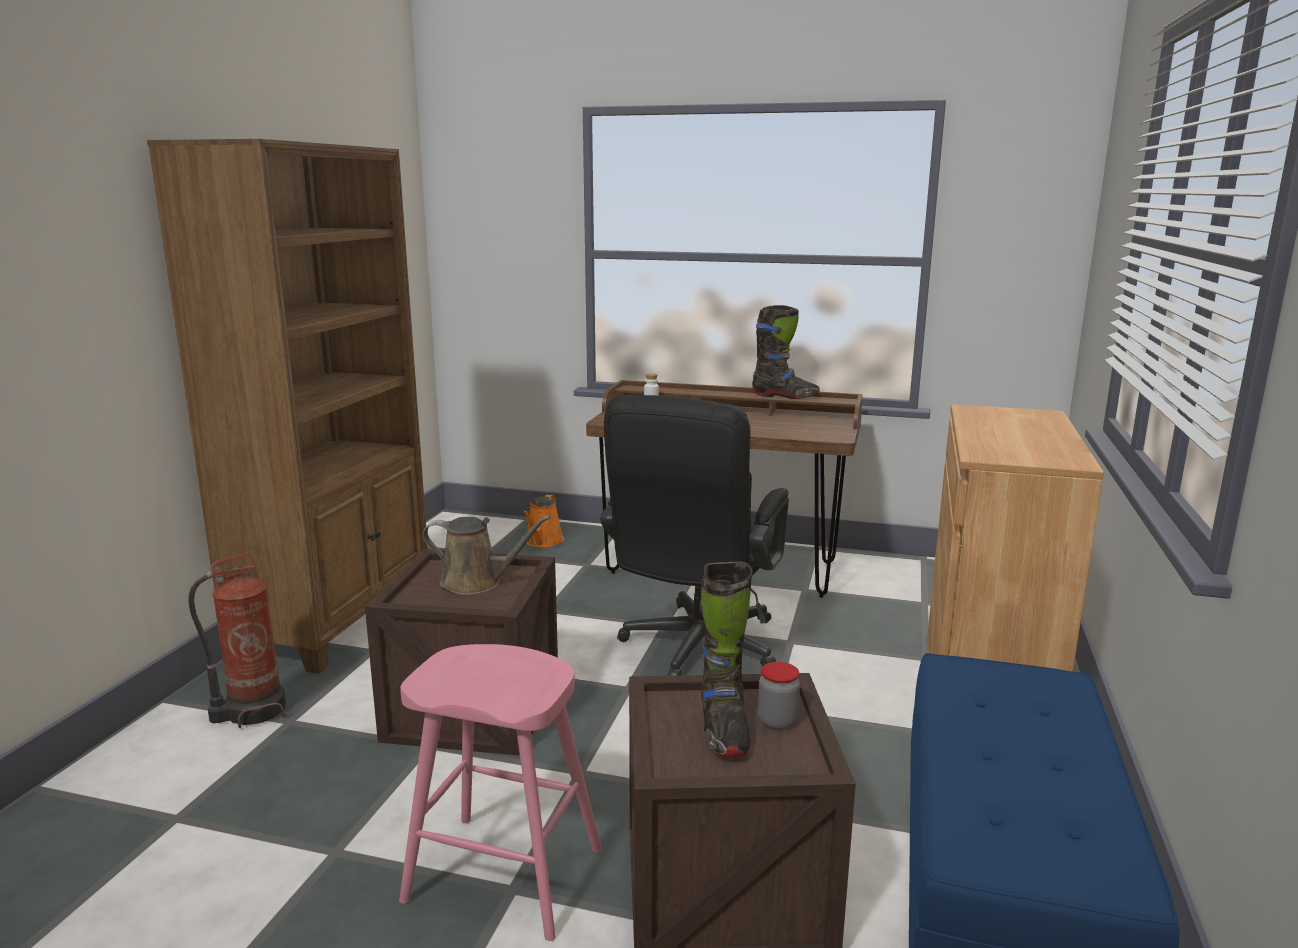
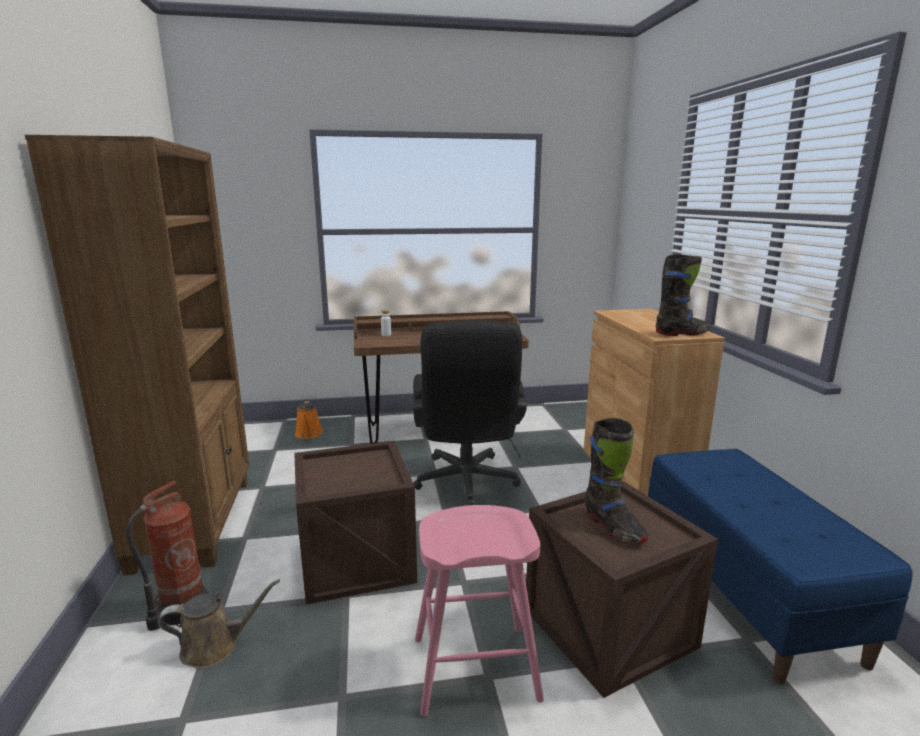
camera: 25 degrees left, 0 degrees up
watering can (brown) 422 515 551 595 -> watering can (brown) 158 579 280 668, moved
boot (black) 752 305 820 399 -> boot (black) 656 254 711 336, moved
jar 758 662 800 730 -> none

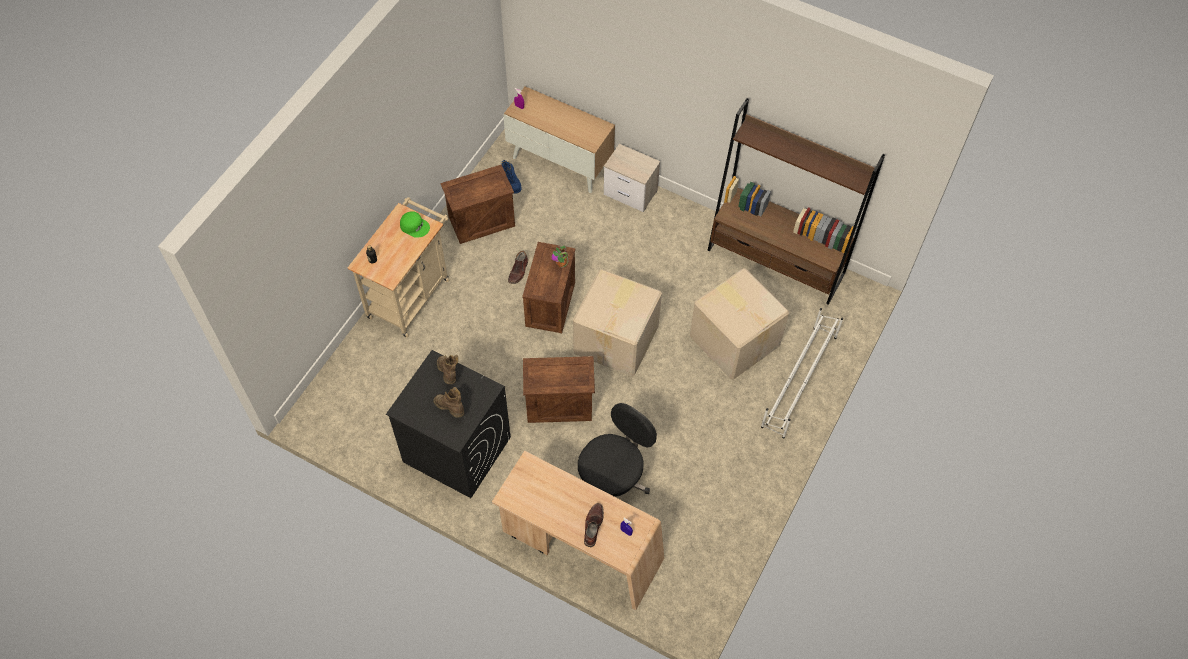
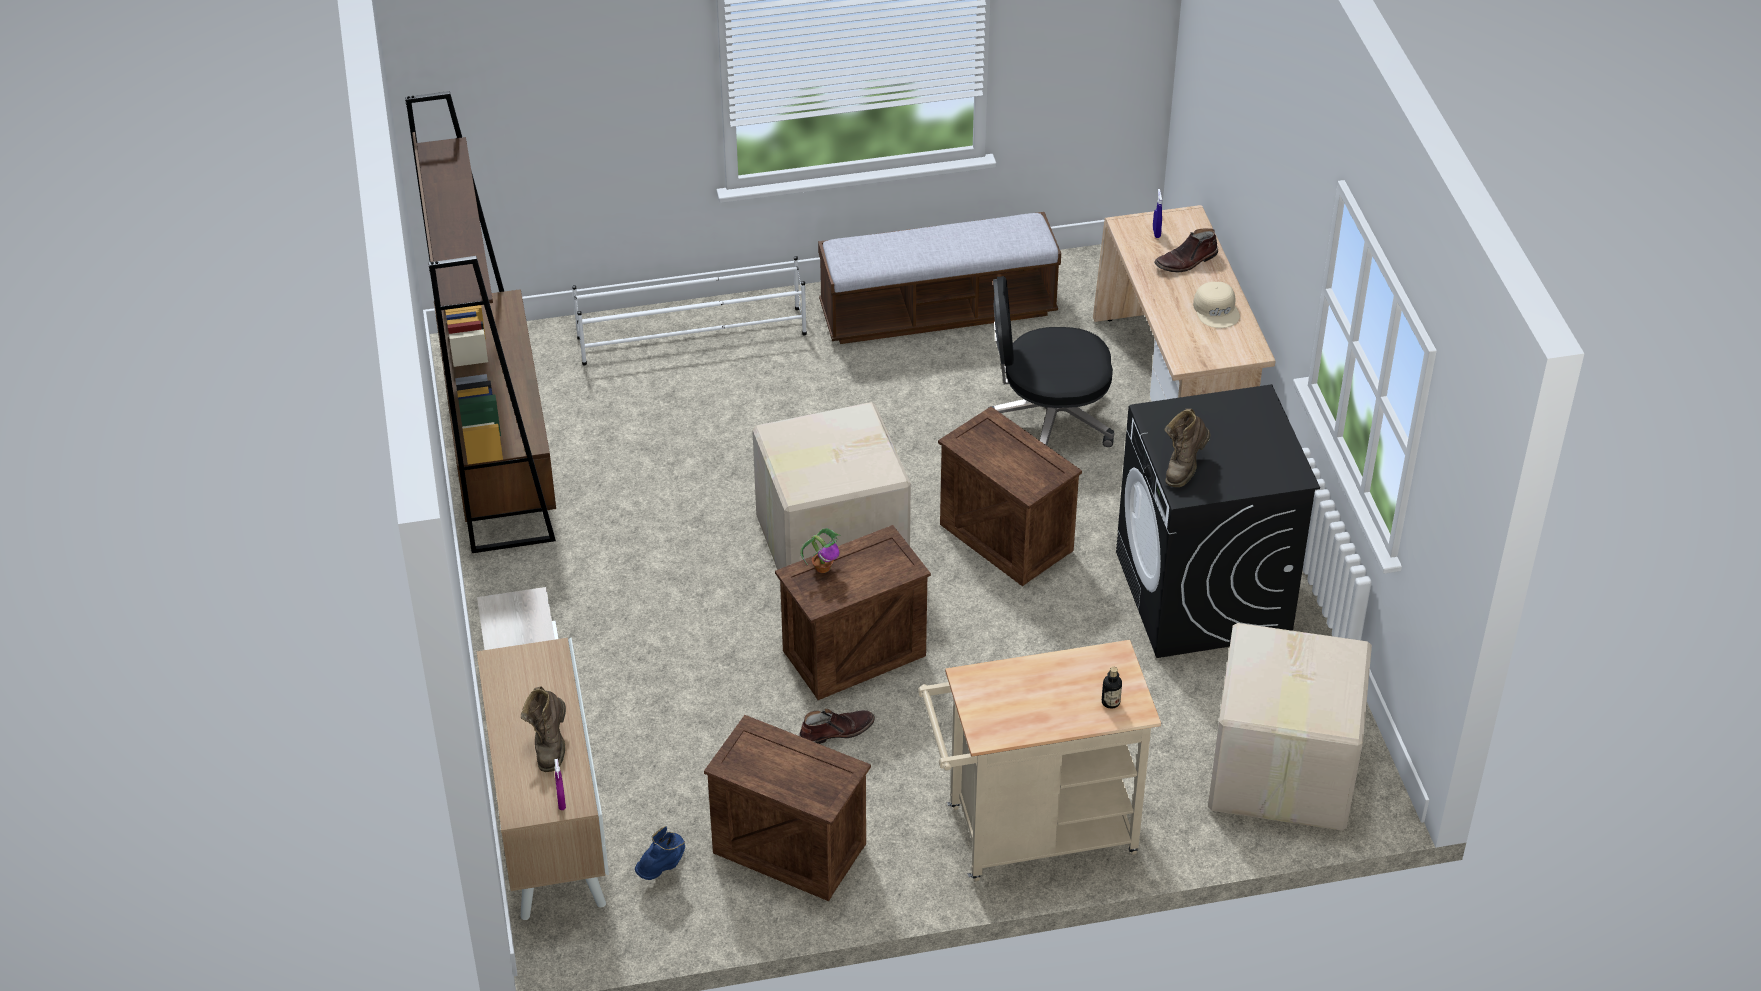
camera: 130 degrees left, 15 degrees down
cap (green) 400 211 430 238 -> none
boot (brown) 433 387 464 418 -> boot (brown) 521 686 566 772, moved
cardboard box 690 268 789 380 -> cardboard box 1208 623 1372 831, moved
none -> bench 818 212 1061 344
none -> cap (beige) 1193 282 1240 328

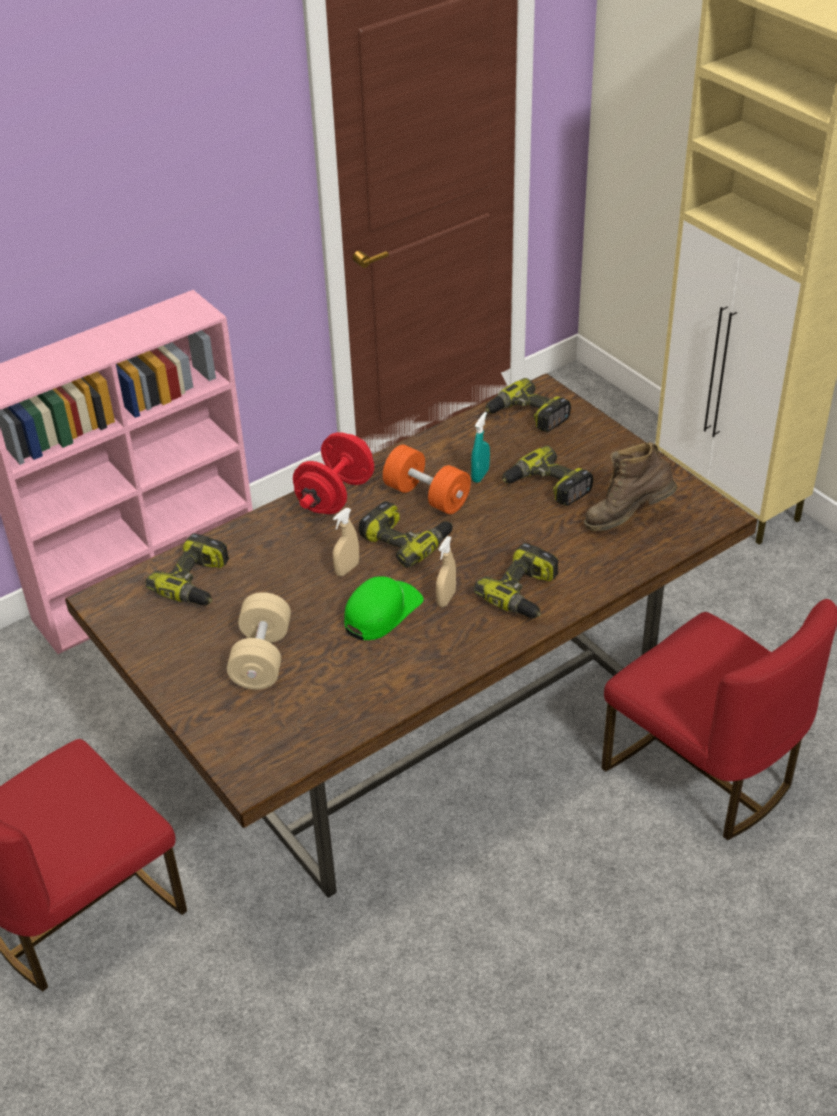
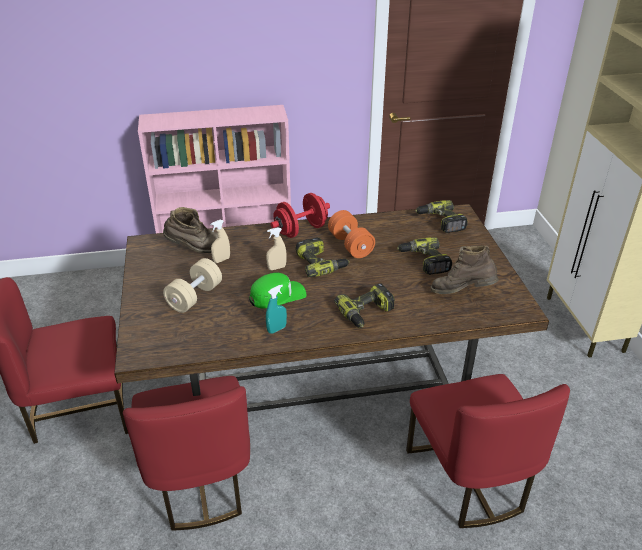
camera: 25 degrees right, 5 degrees down
power drill 146 533 229 605 -> boot (brown) 163 207 218 253
spray bottle (beige) 436 536 456 607 -> spray bottle (beige) 210 220 230 263, moved
spray bottle (turquoise) 471 412 490 483 -> spray bottle (turquoise) 266 285 287 334, moved
none -> chair (red) 123 376 250 531

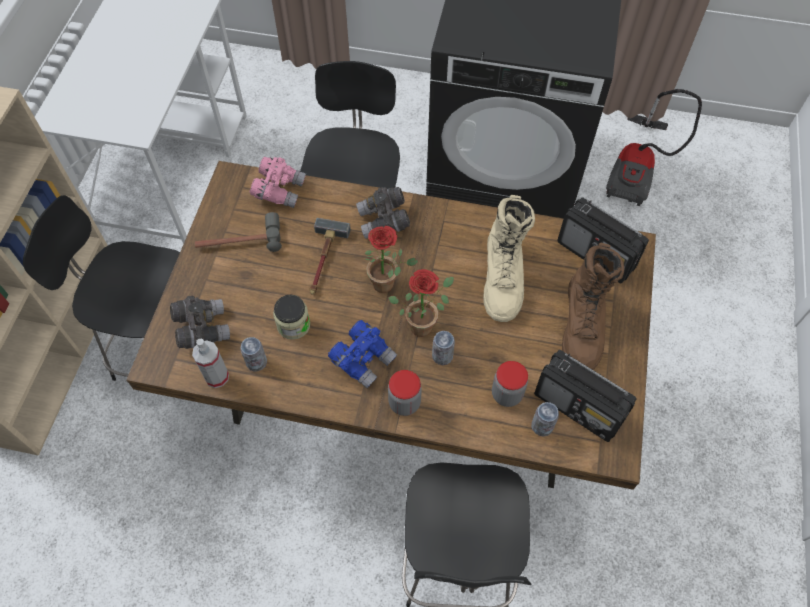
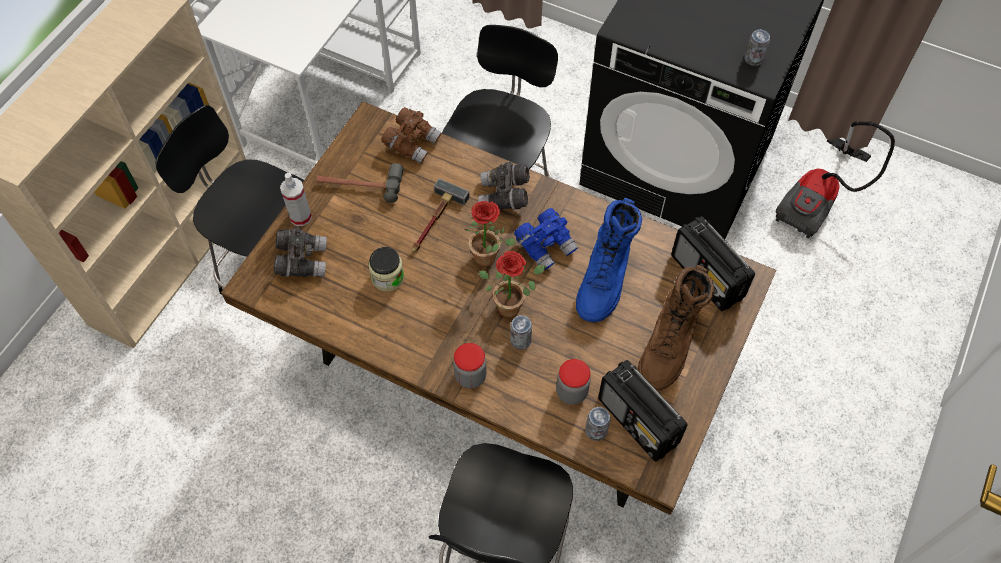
camera: 15 degrees right, 0 degrees up
spray bottle 192 339 229 388 -> spray bottle 280 173 312 226, moved
can 240 337 267 371 -> can 744 29 770 66, moved
binoculars (pink) 249 157 306 208 -> binoculars (brown) 381 107 442 164
binoculars (blue) 328 320 397 388 -> binoculars (blue) 514 208 578 270, moved
boot (beige) 483 195 535 322 -> boot (blue) 576 198 643 322

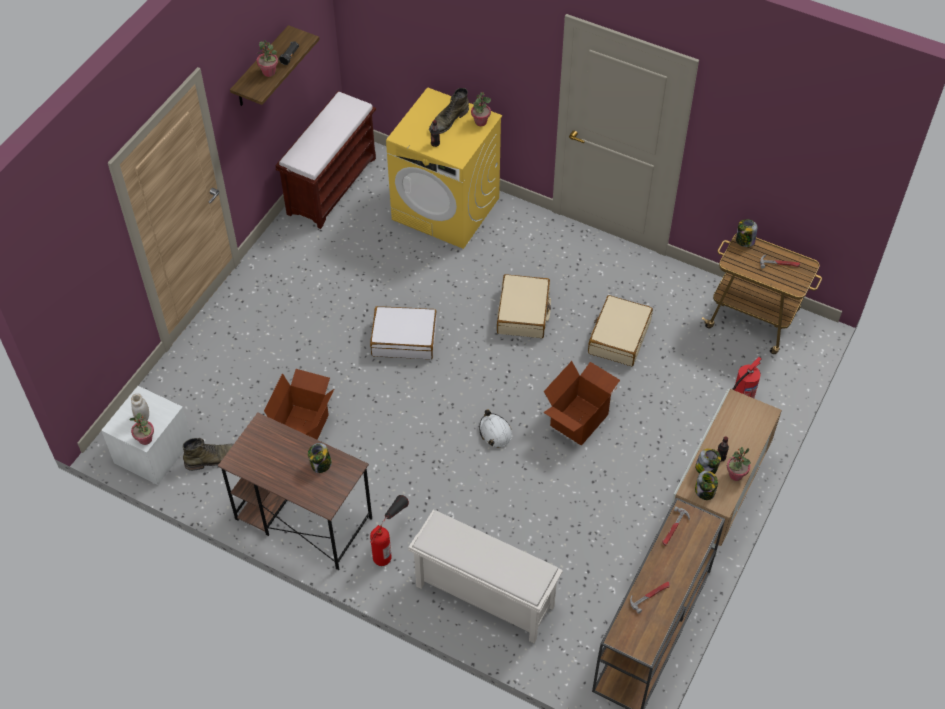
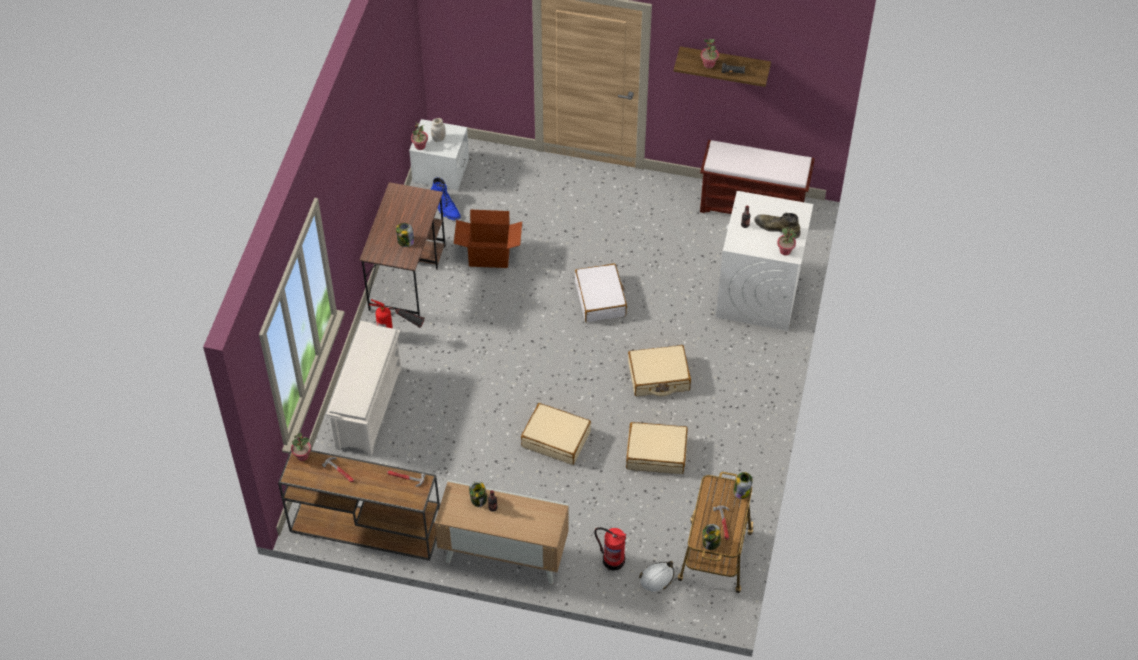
camera: 75 degrees right, 0 degrees up
boot (green) 183 438 234 471 -> boot (blue) 431 178 461 220
washing machine (yellow) 386 87 502 249 -> washing machine (white) 716 191 813 331
hard hat (white) 479 409 512 447 -> hard hat (white) 639 561 674 592, moved
cardboard box 543 361 620 446 -> suitcase (beige) 521 403 591 465
jar 695 471 718 500 -> jar 702 524 721 550, moved
potted plant 727 447 751 481 -> potted plant 291 432 311 461, moved

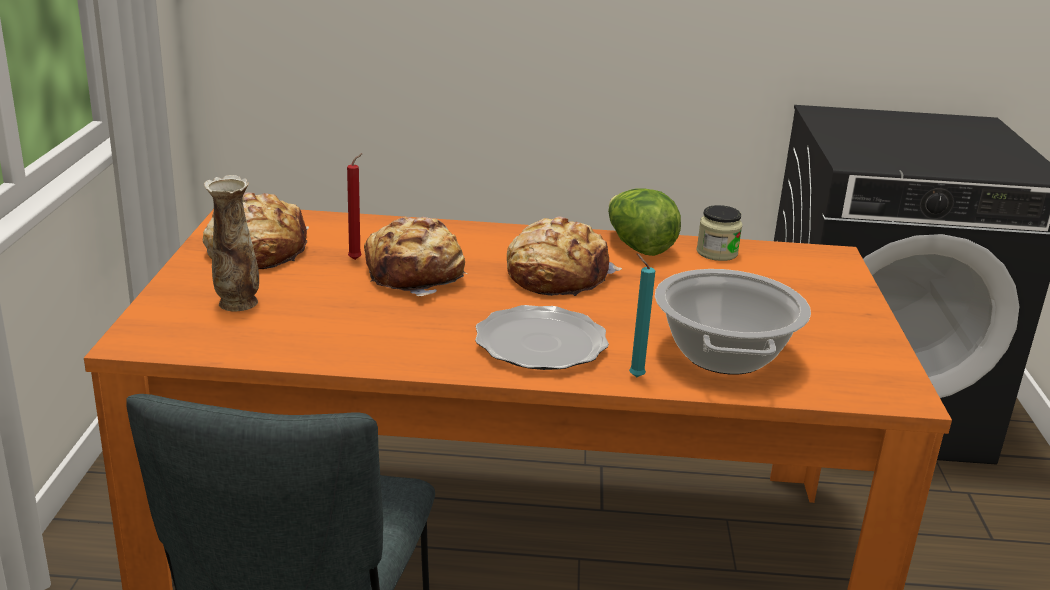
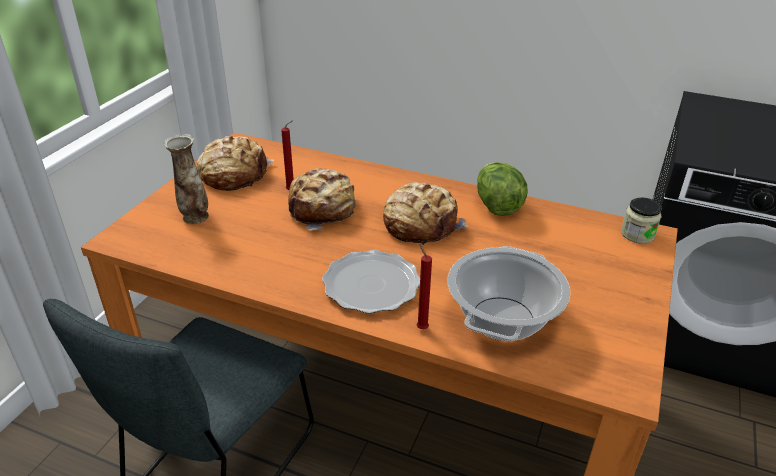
camera: 20 degrees right, 10 degrees up
candle (turquoise) 629 253 655 377 -> candle (red) 417 245 432 329
jar 696 205 742 261 -> jar 621 198 662 244, moved

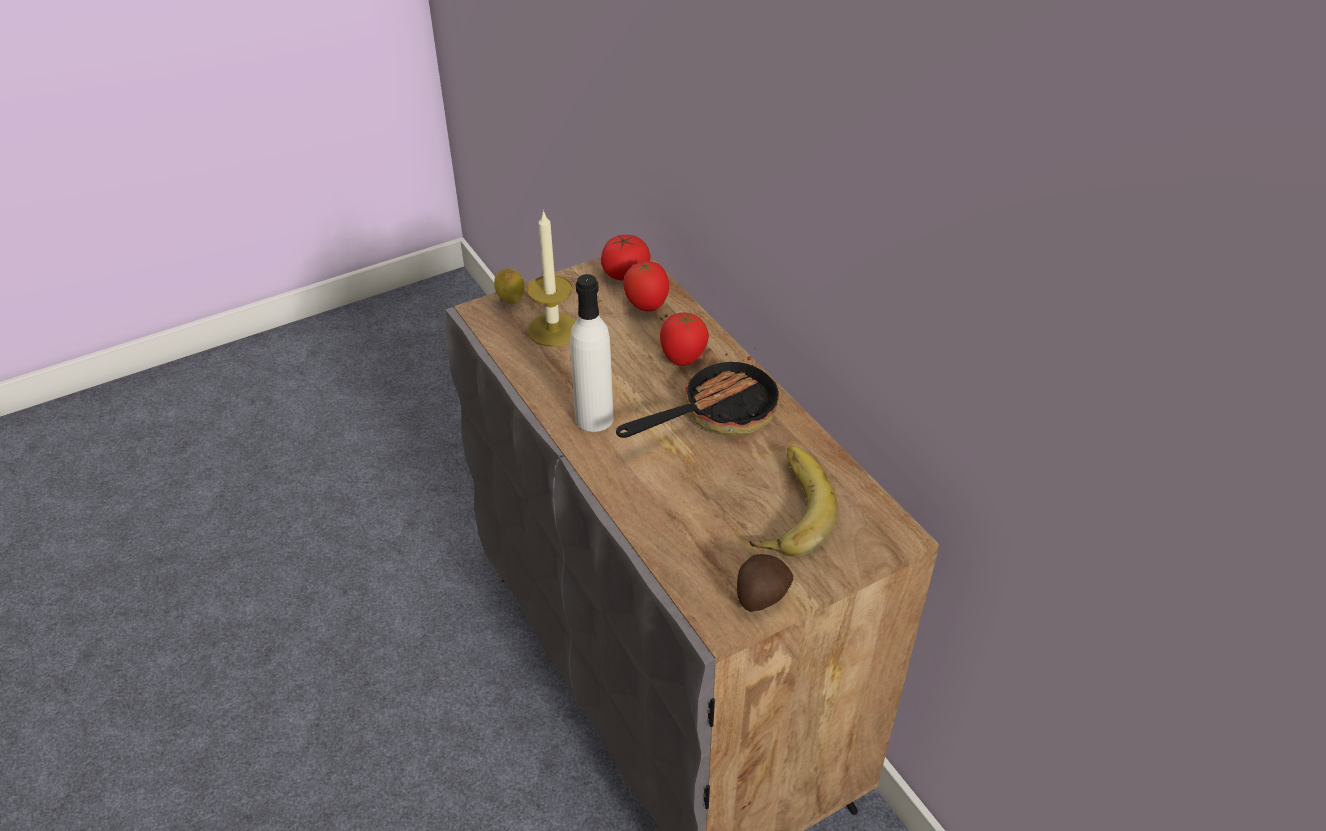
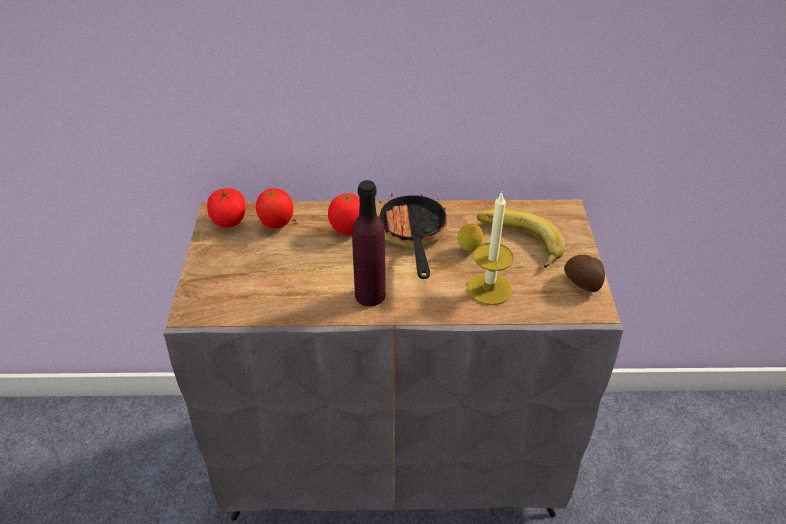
camera: 60 degrees left, 0 degrees up
lemon 494 268 525 304 -> lemon 457 223 483 252, moved
candle 527 210 576 347 -> candle 467 192 514 305, moved
bottle (white) 570 274 614 432 -> bottle (purple) 352 180 386 306

